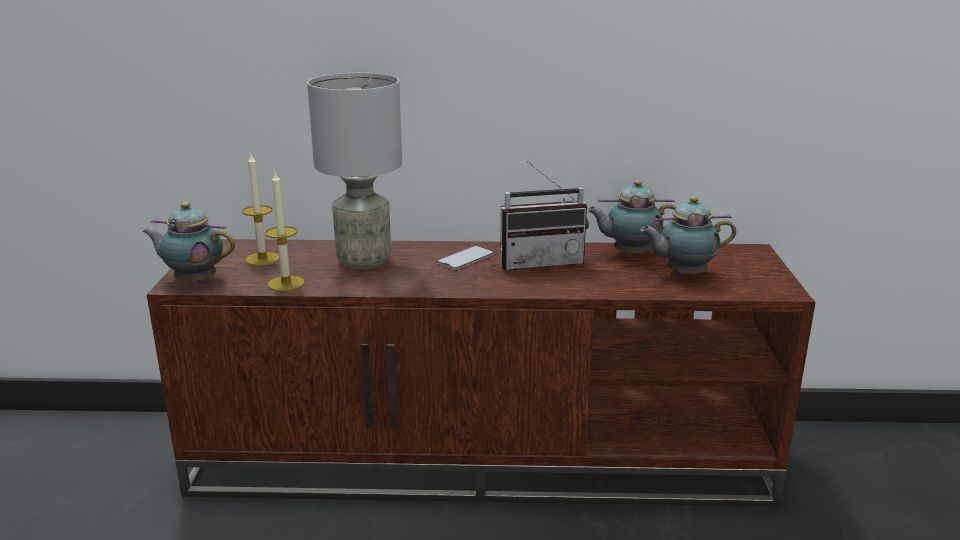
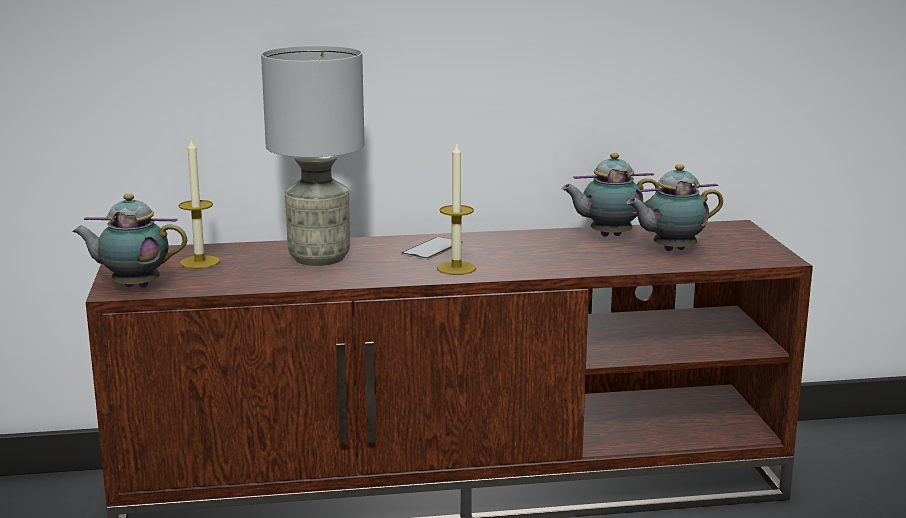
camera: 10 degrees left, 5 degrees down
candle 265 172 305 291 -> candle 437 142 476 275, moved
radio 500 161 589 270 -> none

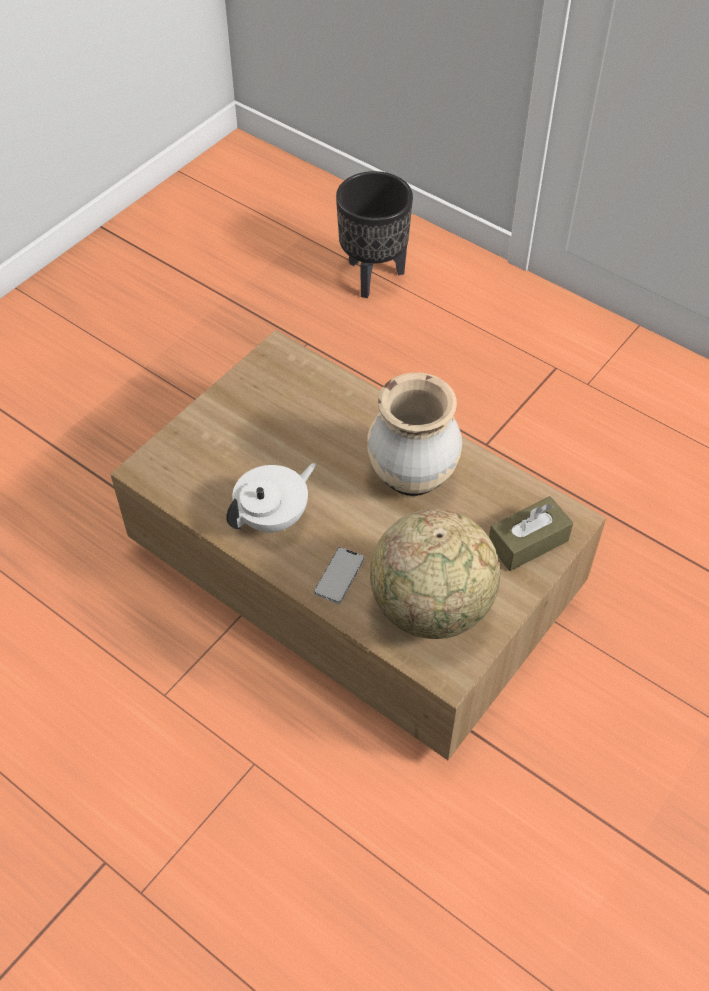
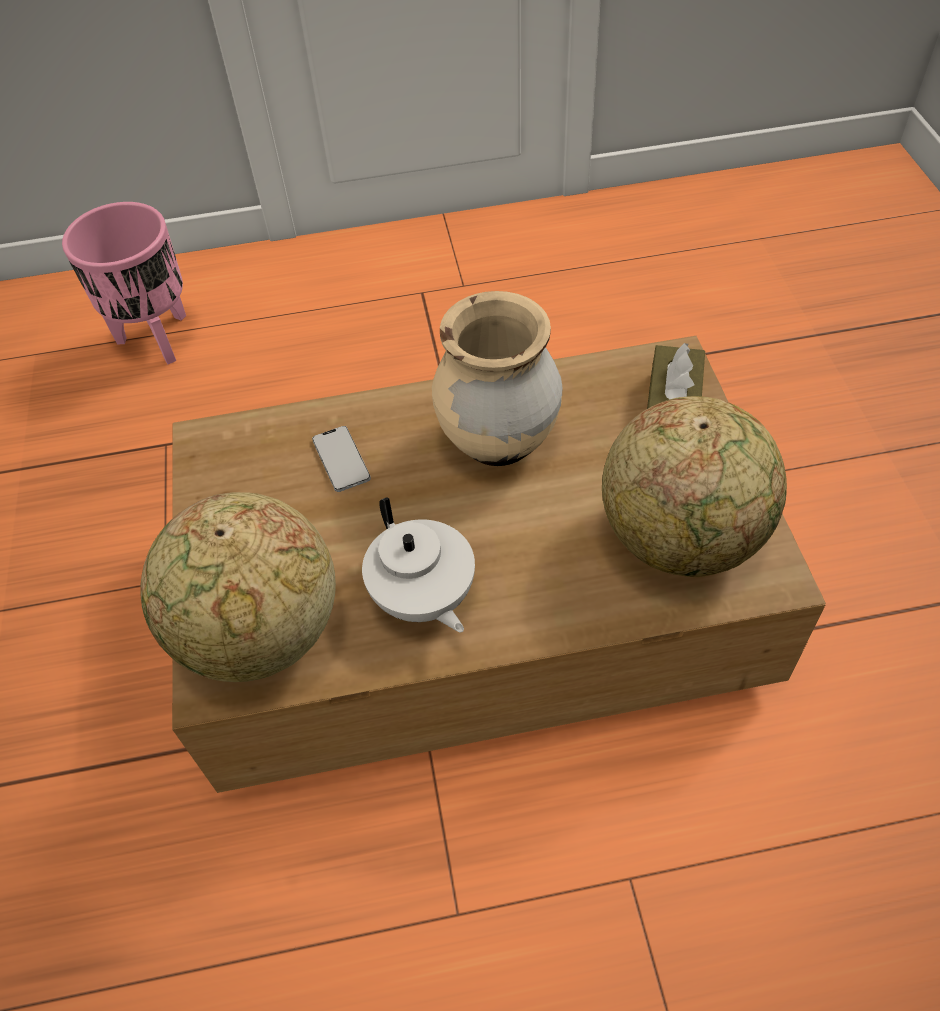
camera: 45 degrees left, 0 degrees up
teapot (white) 226 463 316 532 -> teapot (white) 362 497 475 633, 150 degrees clockwise
phone 314 547 364 604 -> phone 312 426 371 492, moved
planter (black) 336 171 413 298 -> planter (pink) 62 202 186 364
none -> globe 140 492 336 682

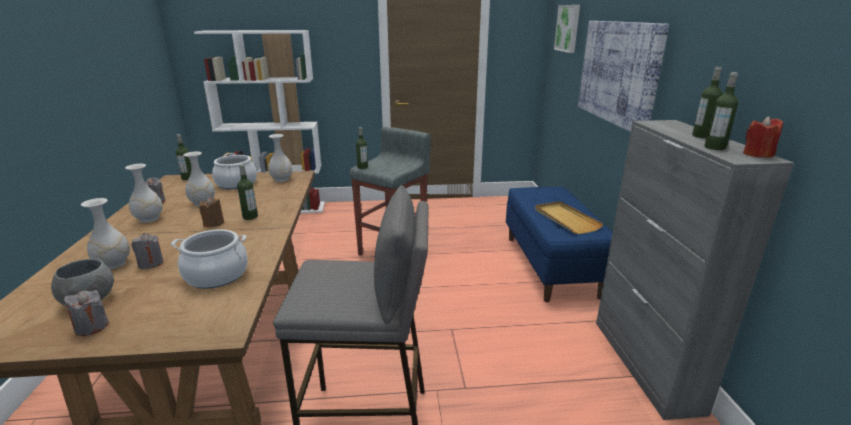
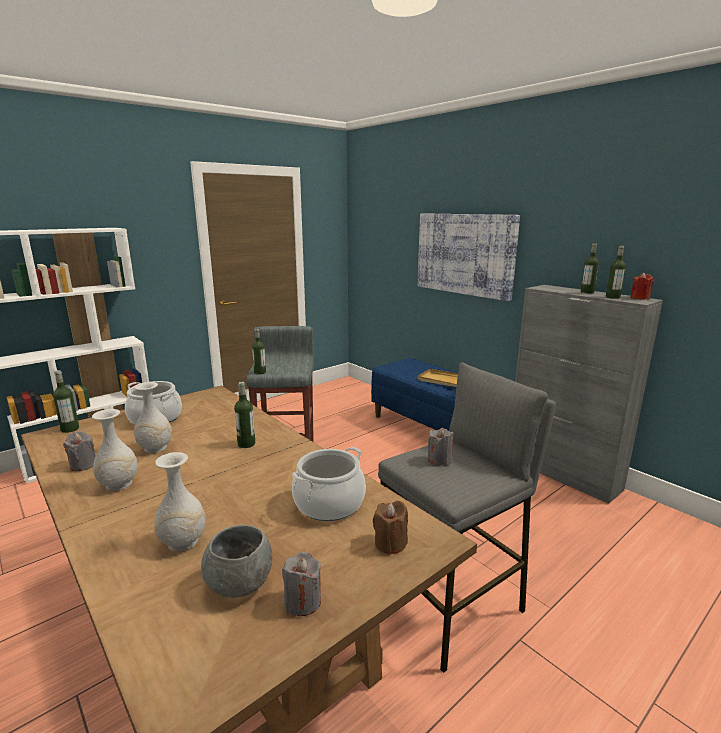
camera: 35 degrees left, 5 degrees down
candle (grey) 131 233 164 269 -> candle (grey) 427 427 454 466, moved
candle (brown) 199 197 224 227 -> candle (brown) 373 501 408 555, moved
vase (white) 268 134 293 182 -> none
picture 554 5 580 53 -> none

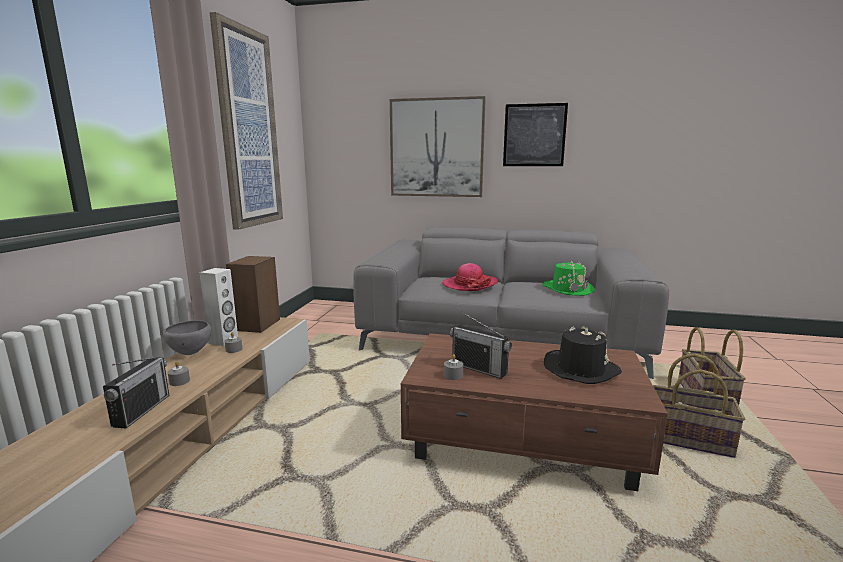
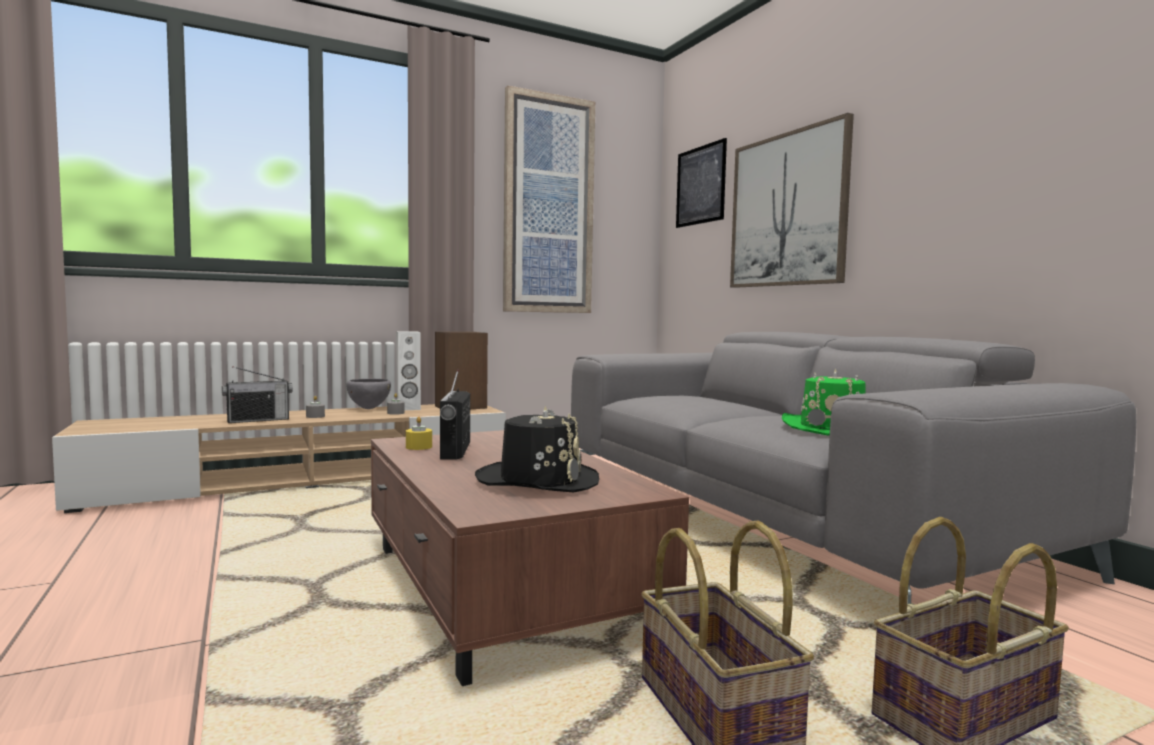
camera: 50 degrees right, 10 degrees down
hat 442 263 498 291 -> none
candle (grey) 444 354 463 380 -> candle (yellow) 406 417 432 450
picture 503 103 568 166 -> picture 676 138 727 228, moved

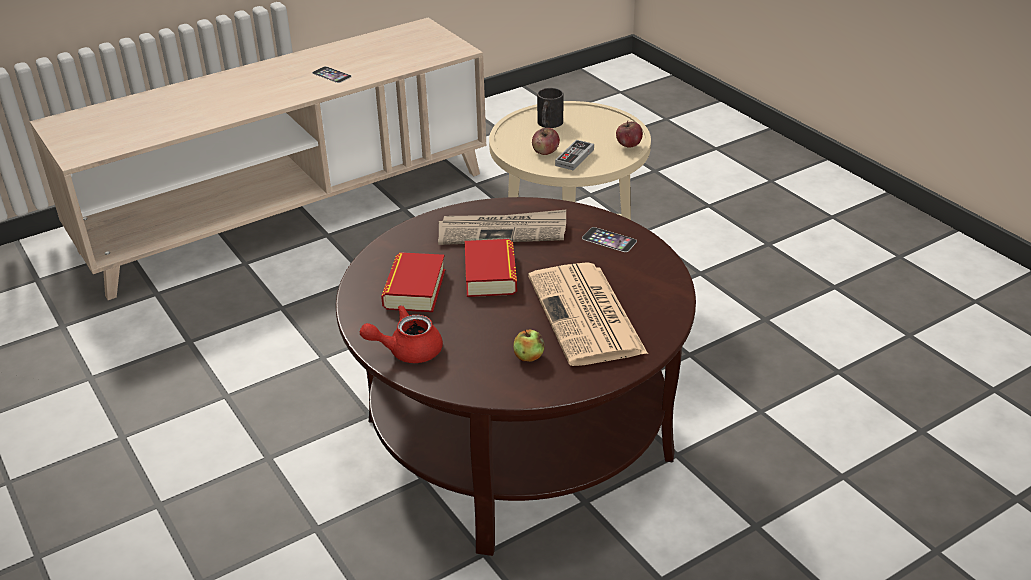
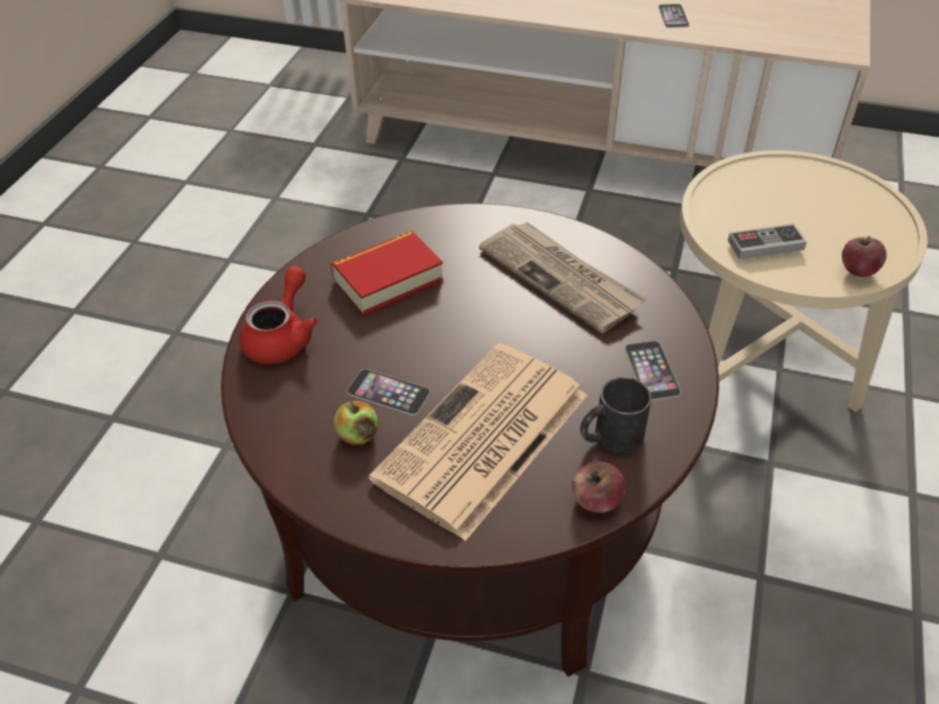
camera: 50 degrees right, 10 degrees up
teapot (red) 360 305 443 363 -> teapot (red) 239 266 318 364, 75 degrees clockwise
book 465 239 517 297 -> none
apple 532 128 560 155 -> apple 572 461 625 513, moved
mug (black) 537 88 564 128 -> mug (black) 580 377 652 453, moved
none -> phone 347 369 430 415

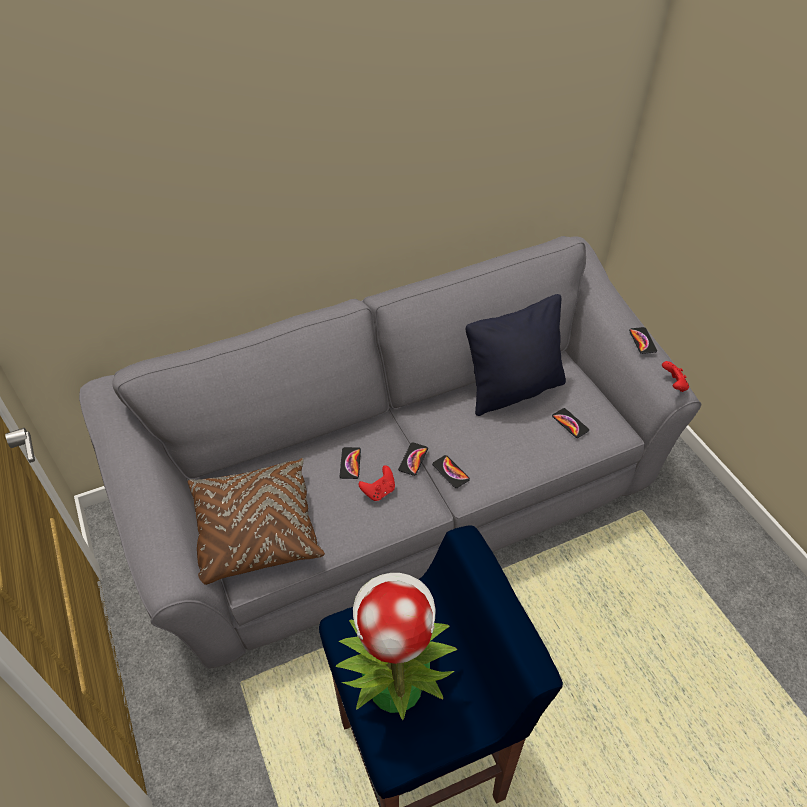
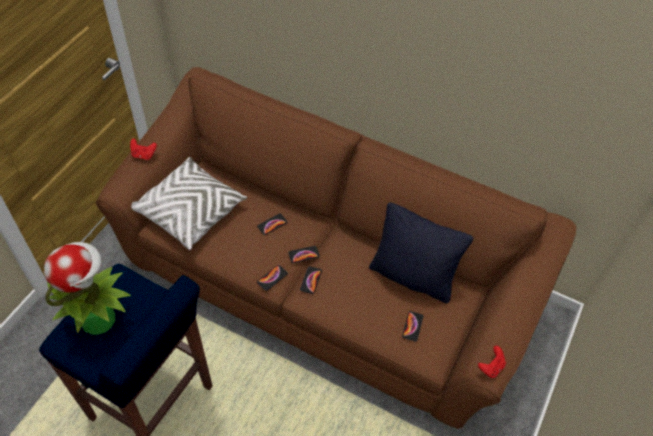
camera: 50 degrees right, 5 degrees up
sofa (grey) 79 236 701 669 -> sofa (brown) 96 67 576 429
pillow (brown) 188 458 325 585 -> pillow (white) 131 157 247 250
game controller (red) 358 465 395 501 -> game controller (red) 130 138 157 160, moved
phone 629 327 657 354 -> phone 257 265 288 291, moved

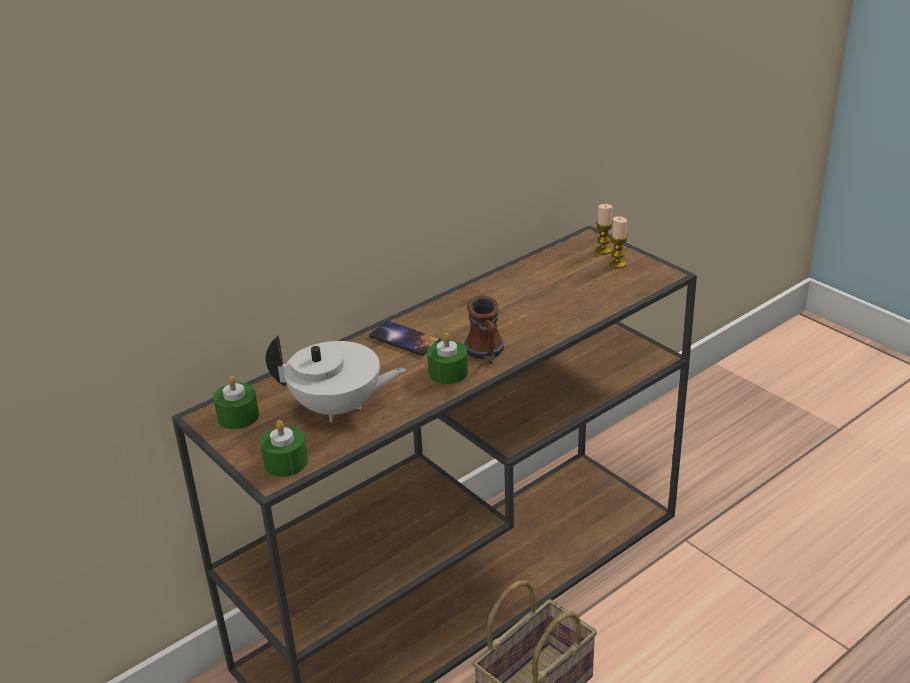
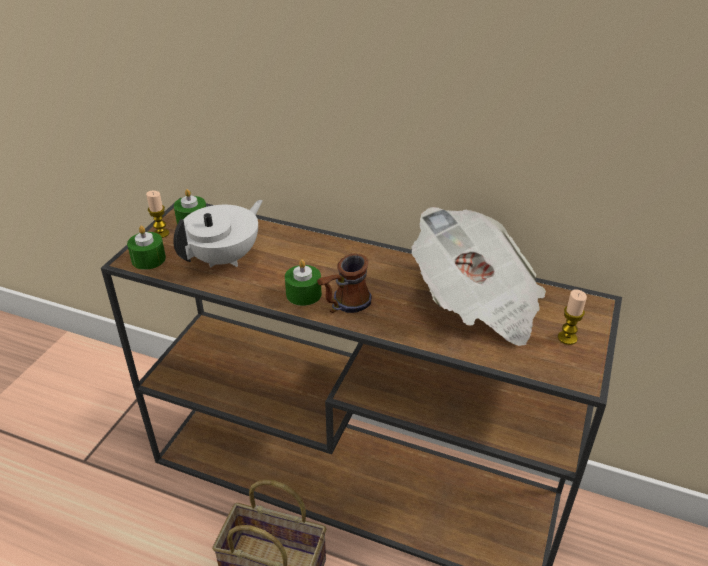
camera: 60 degrees right, 5 degrees up
teapot (white) 266 336 406 423 -> teapot (white) 173 200 263 267, 120 degrees counterclockwise
phone 369 321 440 356 -> none
candle 595 204 613 254 -> candle 146 191 169 238, moved
none -> newspaper 411 207 546 346

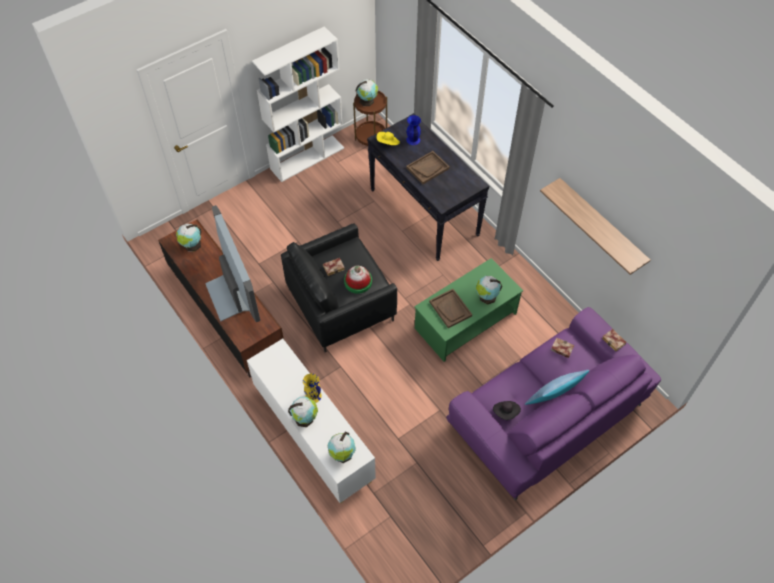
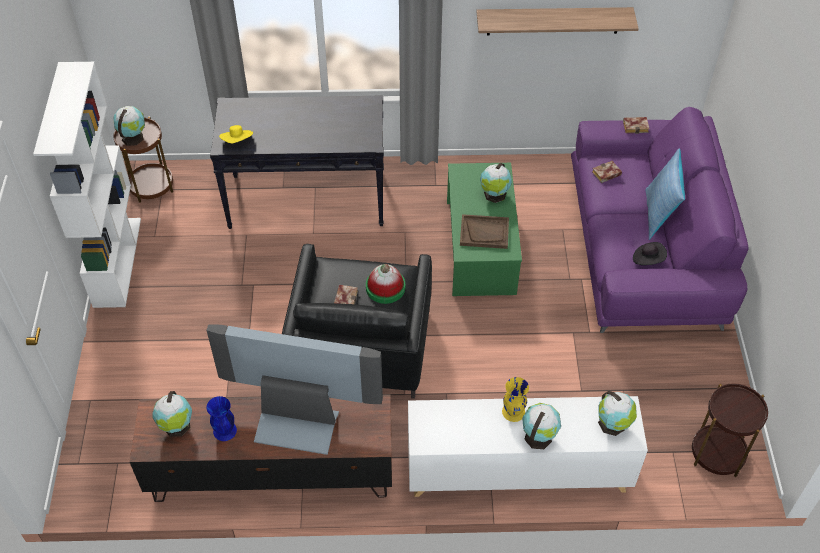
camera: 55 degrees left, 5 degrees down
vase (blue) 406 115 421 145 -> vase (blue) 207 396 237 441, moved
tray (brown) 406 151 450 184 -> none
none -> side table (brown) 692 383 768 477

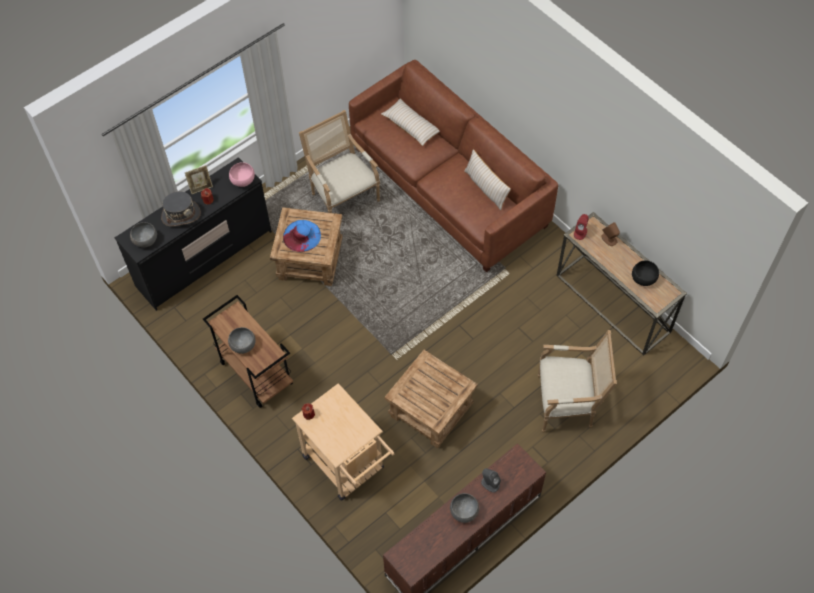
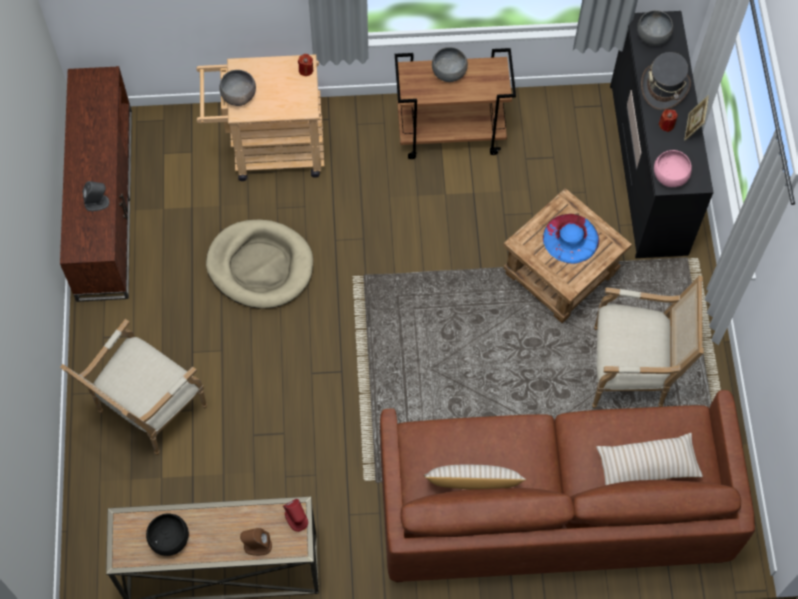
camera: 125 degrees right, 5 degrees up
side table (brown) 385 350 478 448 -> dog bed (beige) 206 219 313 309
bowl (grey) 450 493 479 523 -> bowl (grey) 219 70 256 106, moved

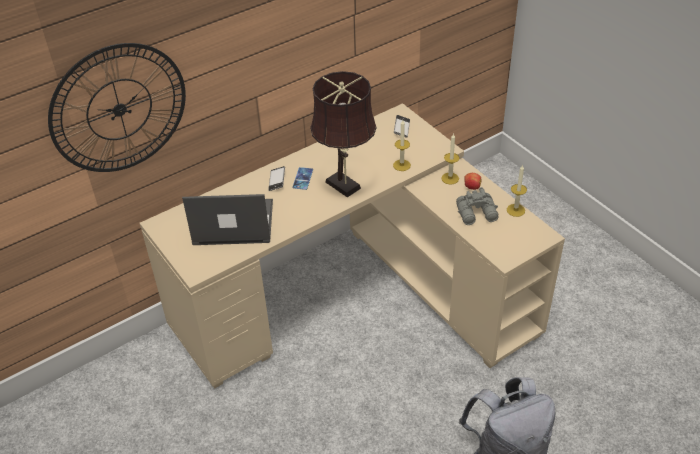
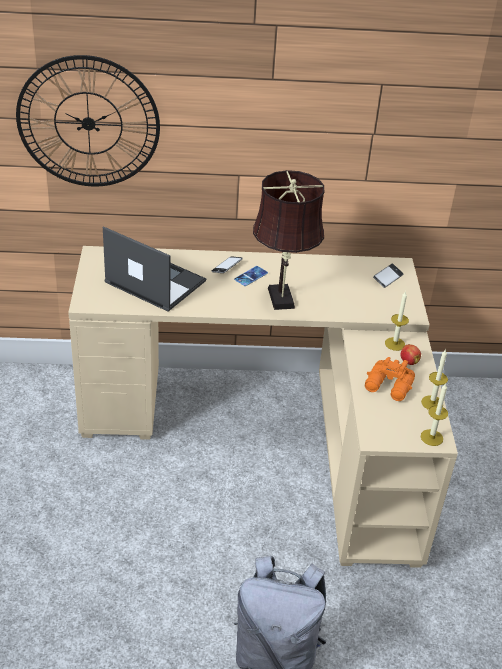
camera: 30 degrees right, 5 degrees down
candle 393 120 411 171 -> candle 421 383 448 446, moved
binoculars (grey) 456 187 499 225 -> binoculars (orange) 365 357 415 401

